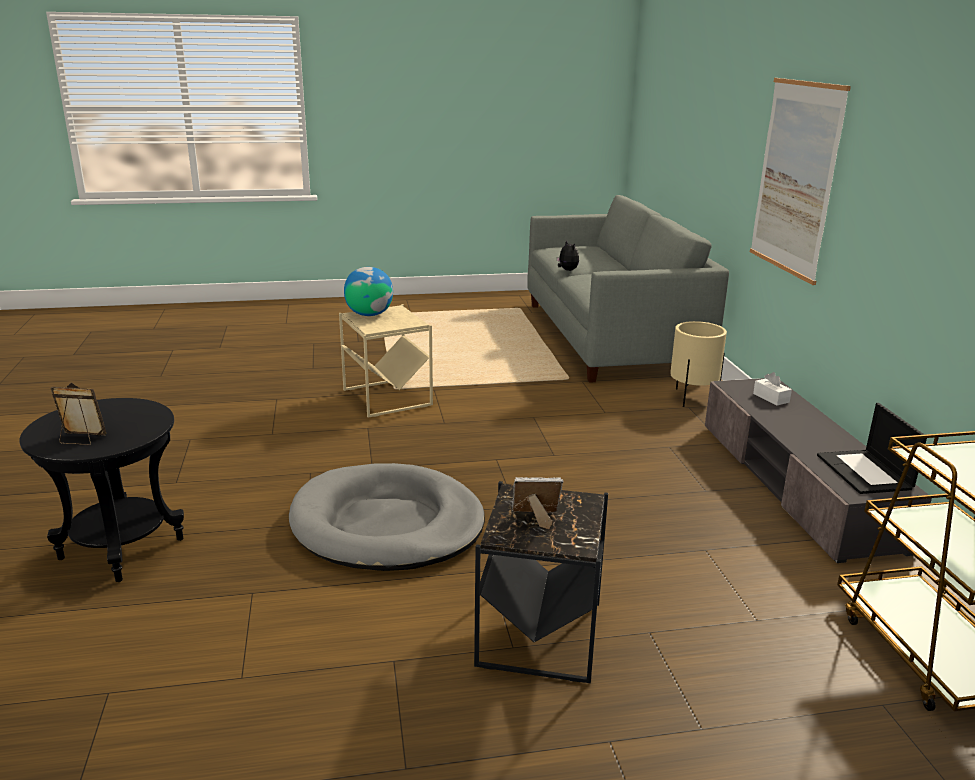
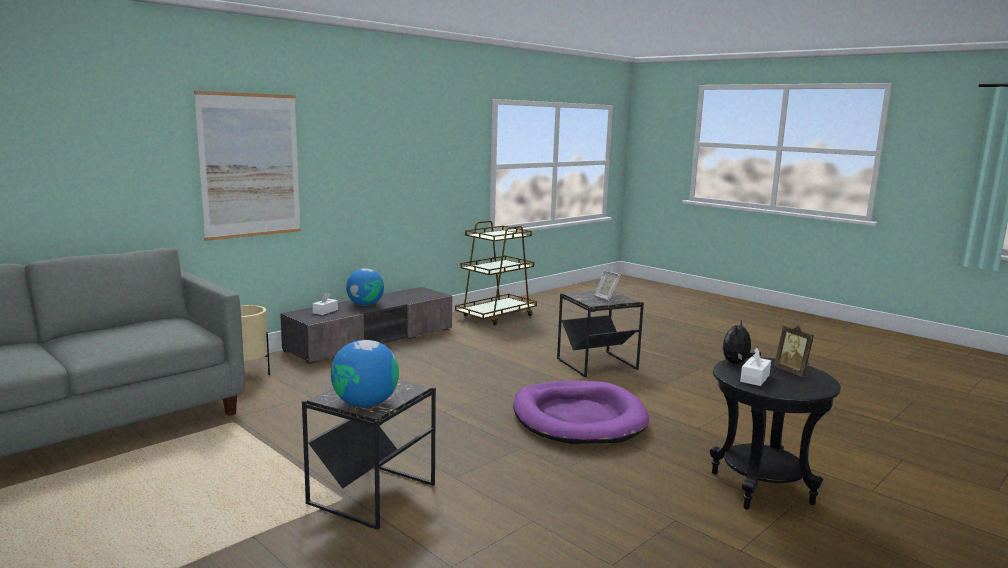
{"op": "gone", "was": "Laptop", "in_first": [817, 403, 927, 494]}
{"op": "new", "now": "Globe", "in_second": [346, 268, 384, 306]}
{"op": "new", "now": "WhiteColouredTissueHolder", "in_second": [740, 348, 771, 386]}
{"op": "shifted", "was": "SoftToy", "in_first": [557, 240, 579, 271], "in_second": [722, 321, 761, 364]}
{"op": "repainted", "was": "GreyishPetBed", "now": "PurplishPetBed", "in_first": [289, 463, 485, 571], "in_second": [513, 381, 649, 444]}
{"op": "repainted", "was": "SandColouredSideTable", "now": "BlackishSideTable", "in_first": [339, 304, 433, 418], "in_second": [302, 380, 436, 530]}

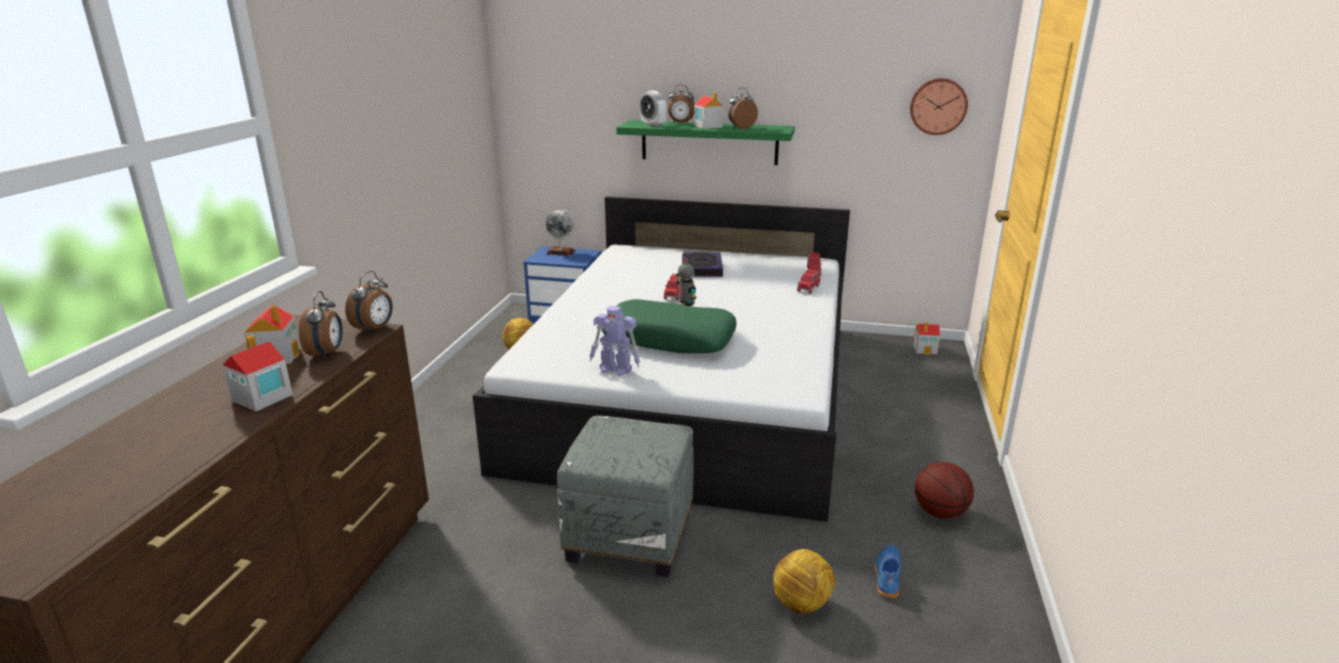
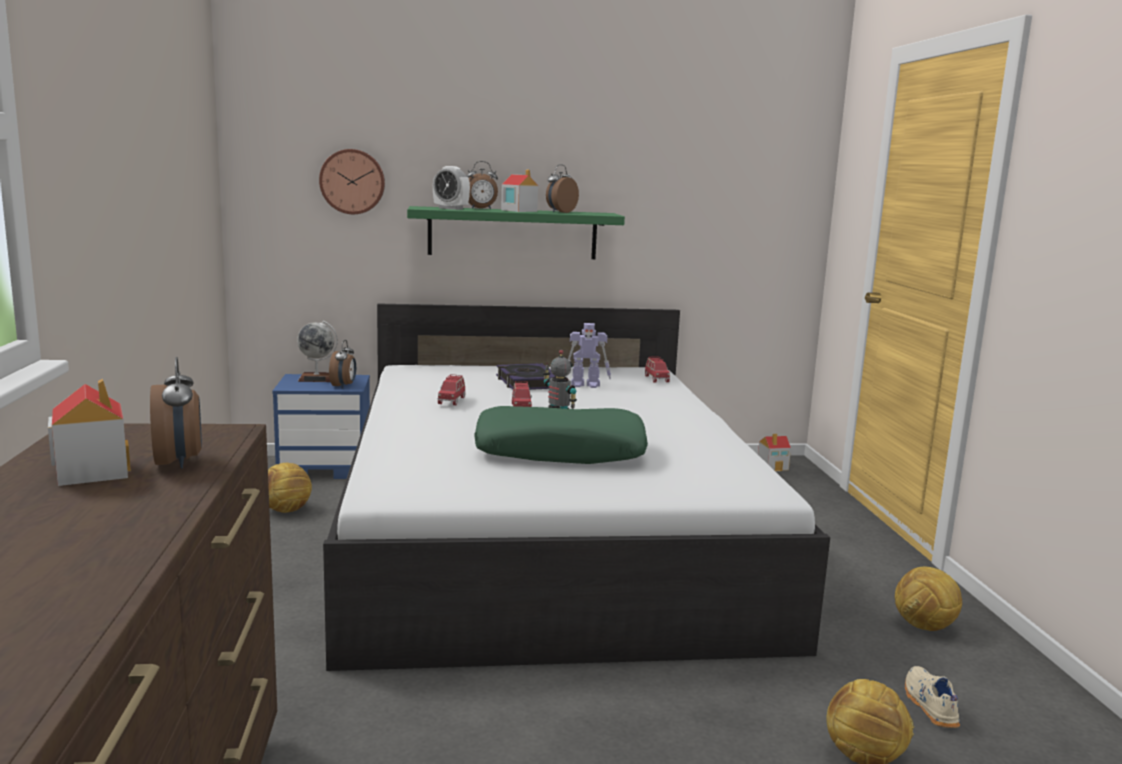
{"op": "gone", "was": "ModelHouse", "in_first": [223, 335, 293, 411]}
{"op": "gone", "was": "GreyishOttoman", "in_first": [557, 415, 694, 577]}
{"op": "shifted", "was": "AlarmClock", "in_first": [345, 271, 393, 334], "in_second": [329, 340, 356, 388]}
{"op": "shifted", "was": "ToyRobot", "in_first": [589, 306, 640, 376], "in_second": [568, 323, 611, 388]}
{"op": "shifted", "was": "RedModelCar", "in_first": [797, 268, 820, 294], "in_second": [438, 374, 465, 405]}
{"op": "shifted", "was": "WallClock", "in_first": [910, 78, 968, 135], "in_second": [319, 149, 385, 214]}
{"op": "swapped", "was": "BasketballBall", "now": "Football", "in_first": [915, 462, 974, 519], "in_second": [895, 567, 962, 631]}
{"op": "repainted", "was": "BluishShoe", "now": "SandColouredShoe", "in_first": [875, 545, 901, 598], "in_second": [905, 666, 960, 728]}

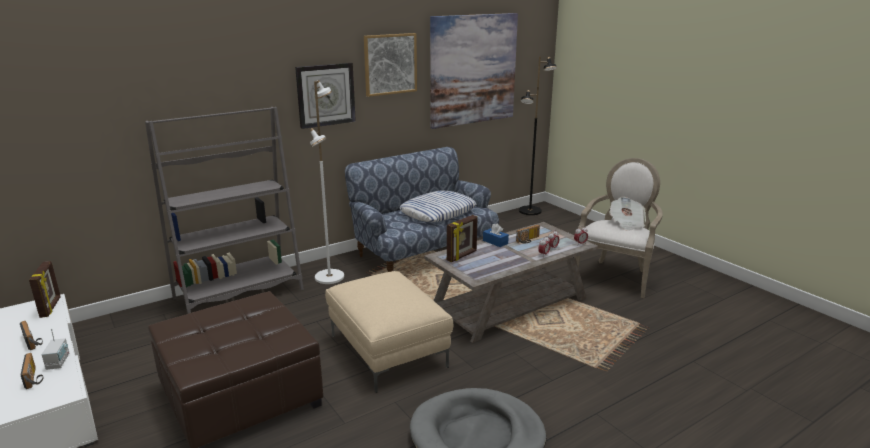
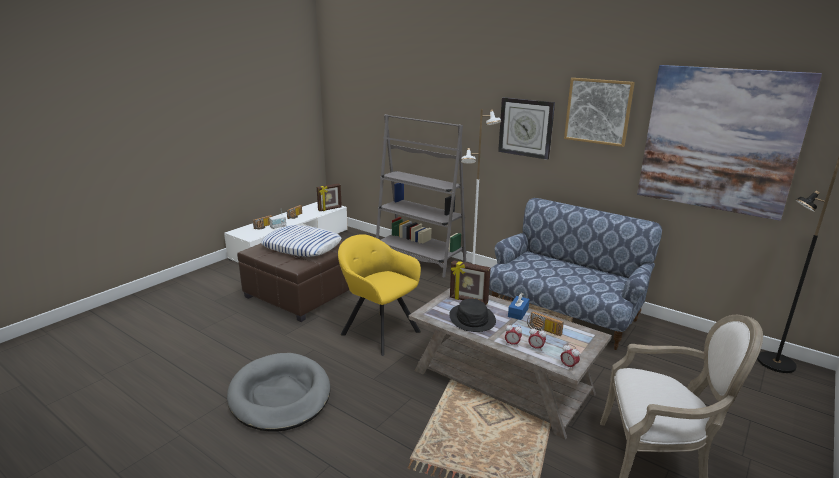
{"op": "gone", "was": "DailyPaper", "in_first": [609, 197, 646, 231]}
{"op": "new", "now": "BlackishWearableHat", "in_second": [449, 299, 496, 332]}
{"op": "shifted", "was": "Pillow", "in_first": [399, 190, 476, 222], "in_second": [261, 225, 341, 257]}
{"op": "swapped", "was": "SandColouredOttoman", "now": "YellowLoungeChair", "in_first": [325, 271, 453, 393], "in_second": [338, 234, 421, 356]}

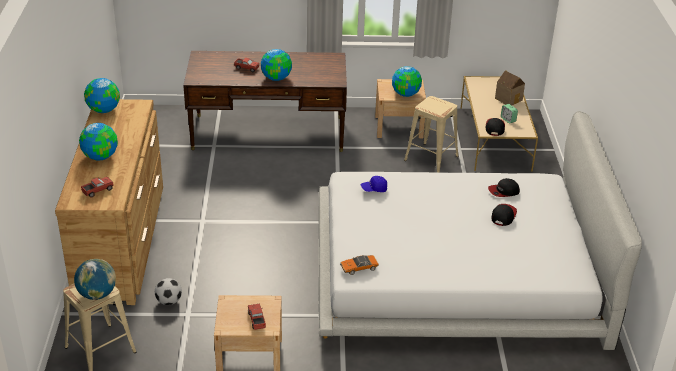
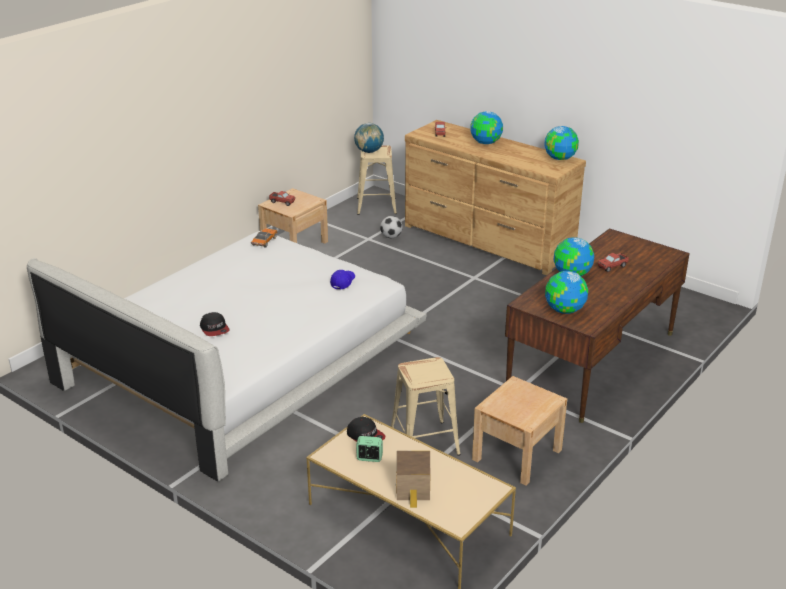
{"op": "gone", "was": "BaseballCap", "in_first": [488, 178, 520, 197]}
{"op": "shifted", "was": "Globe", "in_first": [392, 66, 422, 97], "in_second": [545, 271, 588, 314]}

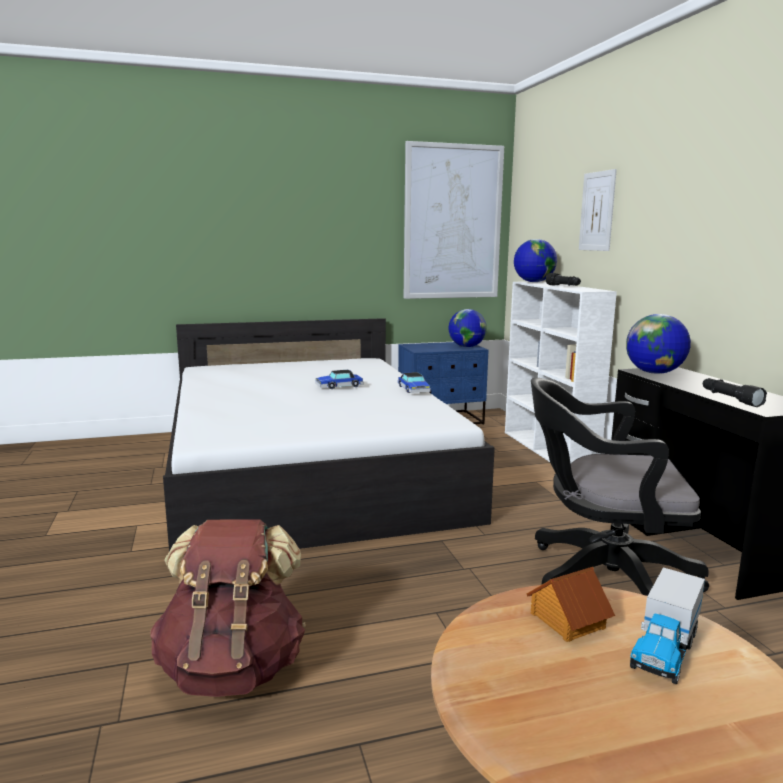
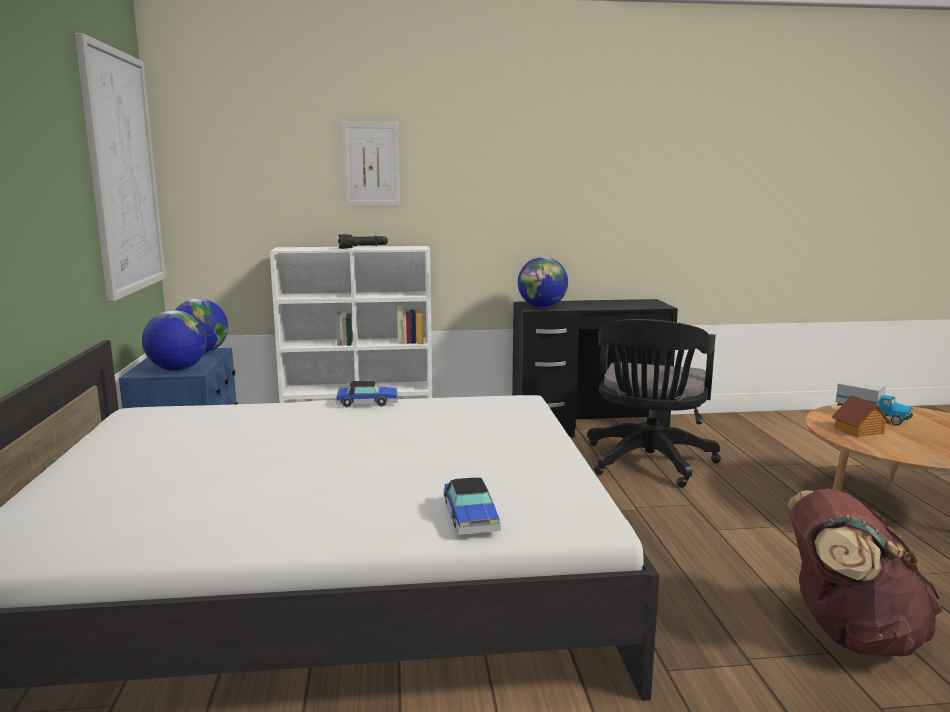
{"op": "gone", "was": "BlackishFlashlight", "in_first": [703, 378, 767, 407]}
{"op": "shifted", "was": "ModelCar", "in_first": [315, 370, 363, 389], "in_second": [444, 477, 501, 535]}
{"op": "shifted", "was": "Globe", "in_first": [514, 239, 557, 282], "in_second": [142, 310, 207, 371]}

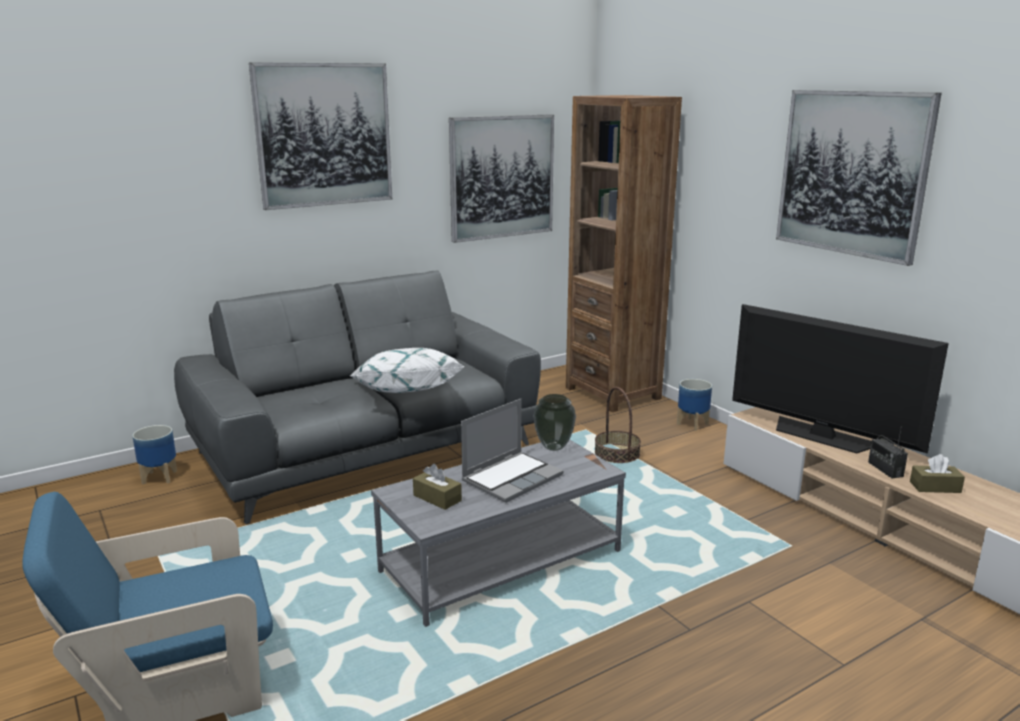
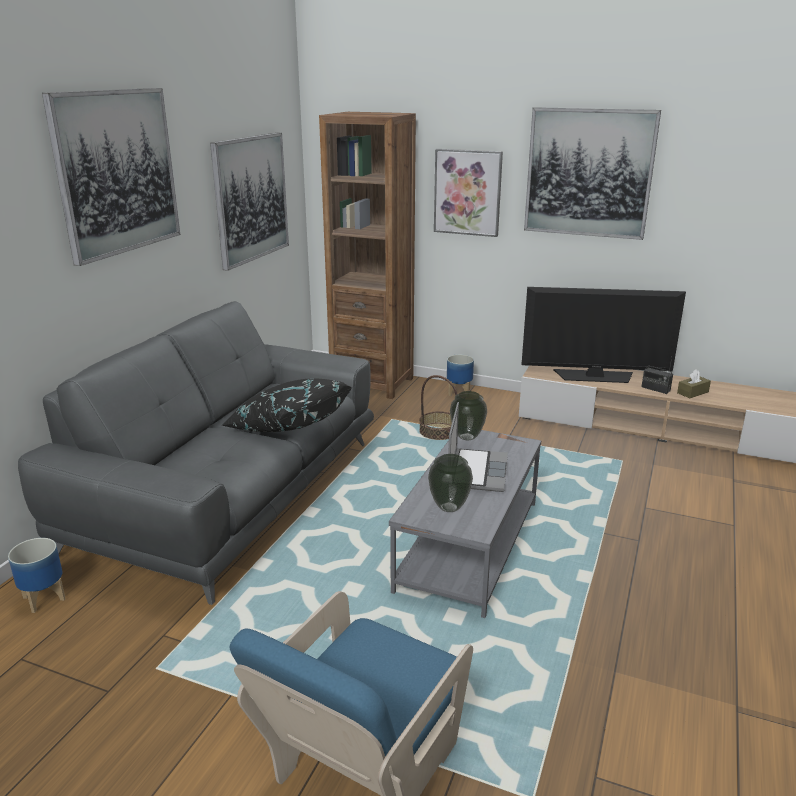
{"op": "new", "now": "WallPicture", "in_second": [434, 149, 503, 237]}
{"op": "swapped", "was": "BrownColouredTissueHolder", "now": "FlowerVase", "in_first": [413, 464, 462, 510], "in_second": [428, 454, 473, 512]}
{"op": "repainted", "was": "WhiteColouredPillow", "now": "BlackishPillow", "in_first": [350, 348, 465, 393], "in_second": [221, 378, 352, 432]}

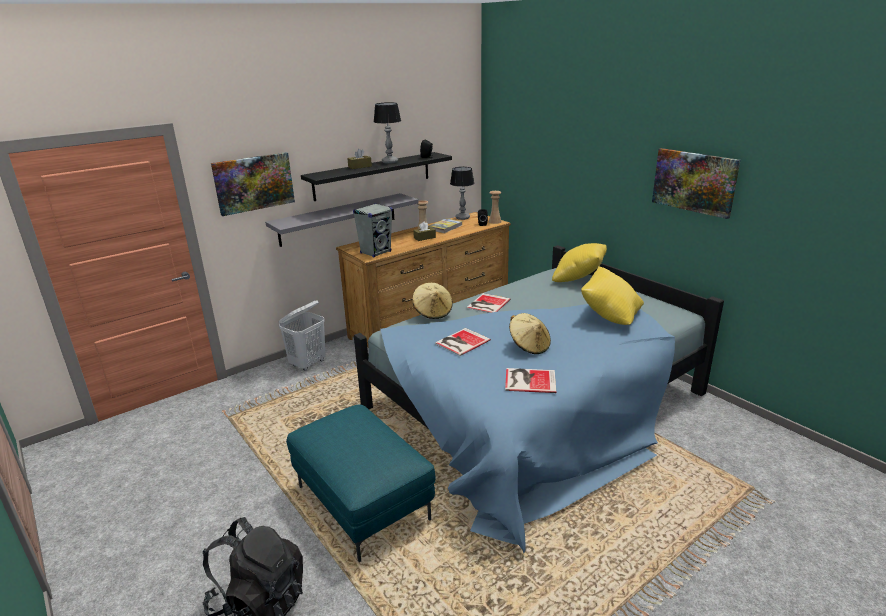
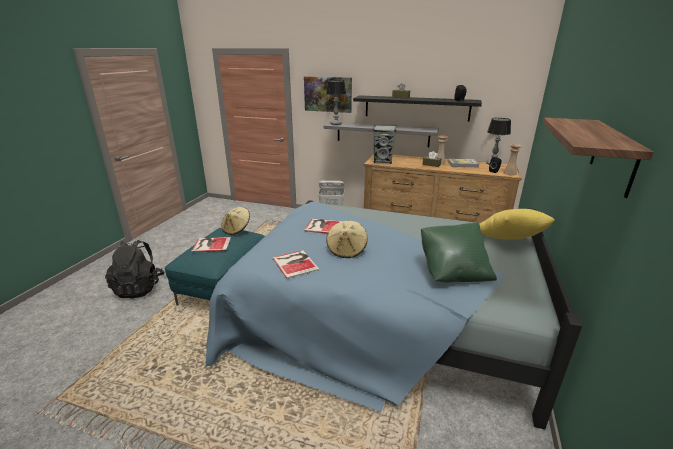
{"op": "shifted", "was": "LampForATable", "in_first": [374, 102, 401, 164], "in_second": [326, 80, 346, 125]}
{"op": "shifted", "was": "SandColouredWearableHat", "in_first": [412, 283, 453, 319], "in_second": [221, 207, 250, 235]}
{"op": "shifted", "was": "Book", "in_first": [466, 293, 510, 313], "in_second": [192, 237, 231, 252]}
{"op": "swapped", "was": "WallPicture", "now": "WallShelf", "in_first": [652, 148, 741, 219], "in_second": [543, 118, 654, 198]}
{"op": "repainted", "was": "YellowPillow", "now": "GreenColouredPillow", "in_first": [581, 266, 644, 325], "in_second": [421, 222, 497, 282]}

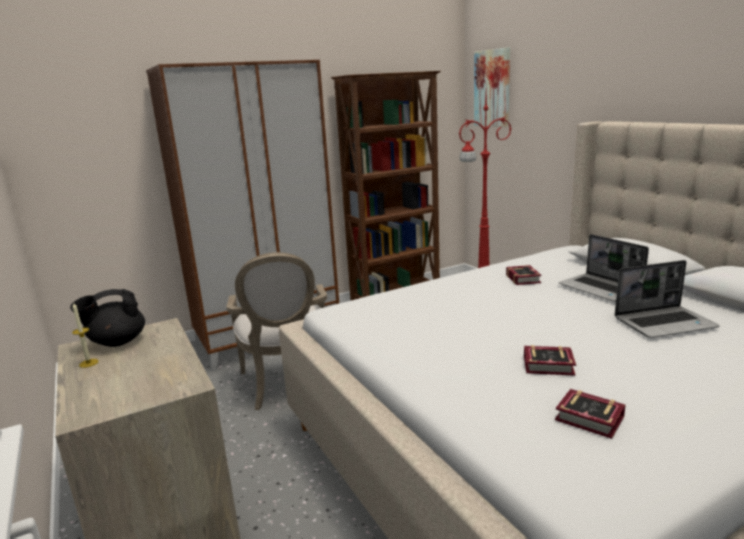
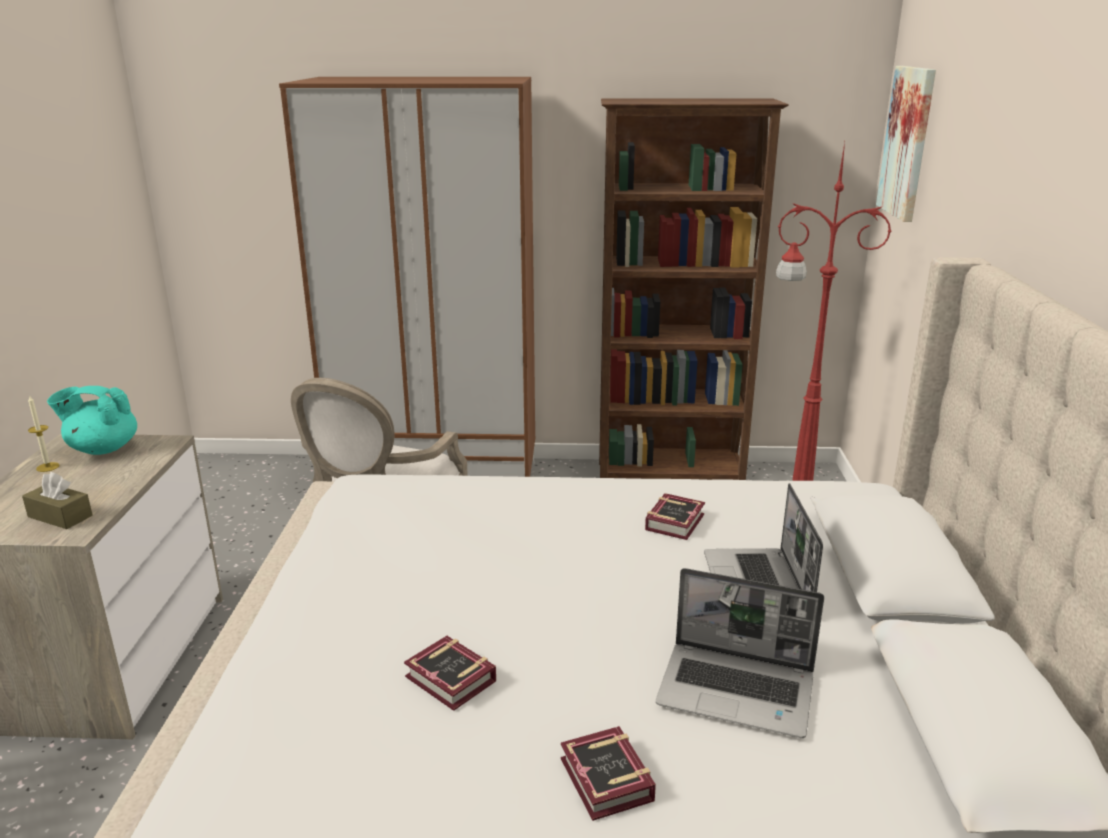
{"op": "new", "now": "BrownColouredTissueHolder", "in_second": [22, 472, 93, 529]}
{"op": "shifted", "was": "Book", "in_first": [555, 389, 625, 439], "in_second": [561, 726, 656, 821]}
{"op": "repainted", "was": "BlackishTeapot", "now": "TurquoiseTeapot", "in_first": [70, 289, 145, 347], "in_second": [47, 386, 137, 455]}

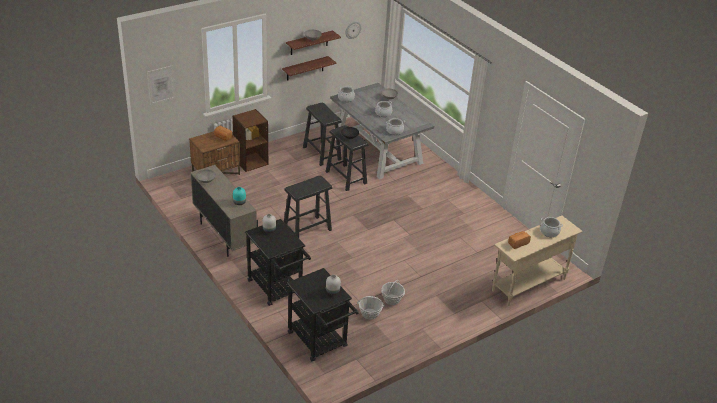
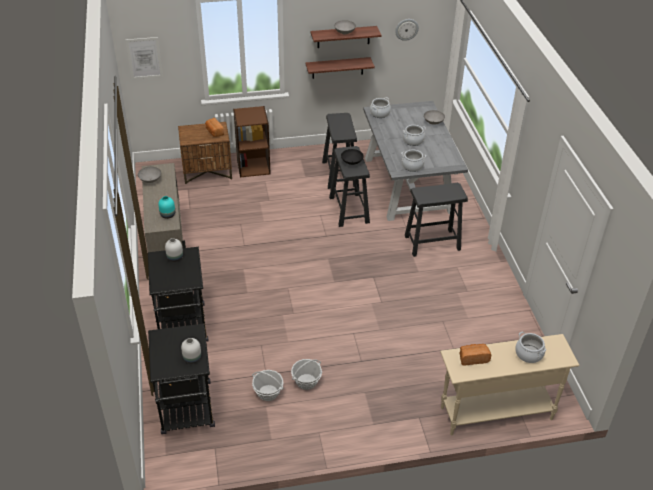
{"op": "shifted", "was": "BlackishStool", "in_first": [284, 176, 332, 238], "in_second": [405, 183, 468, 257]}

